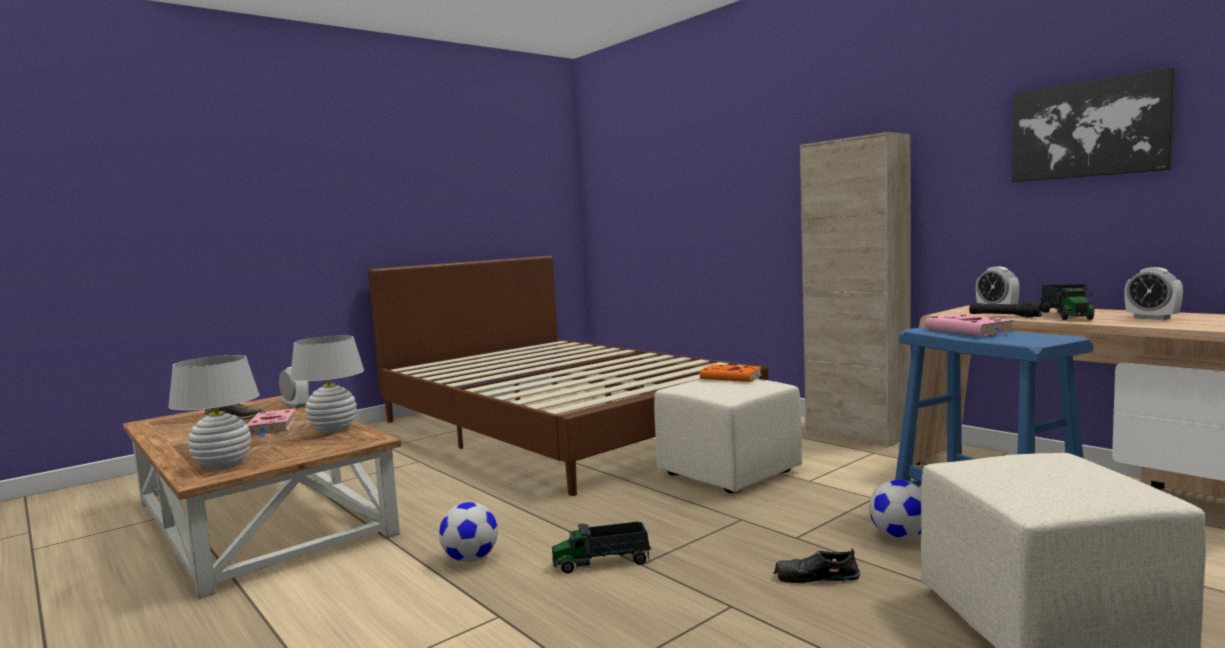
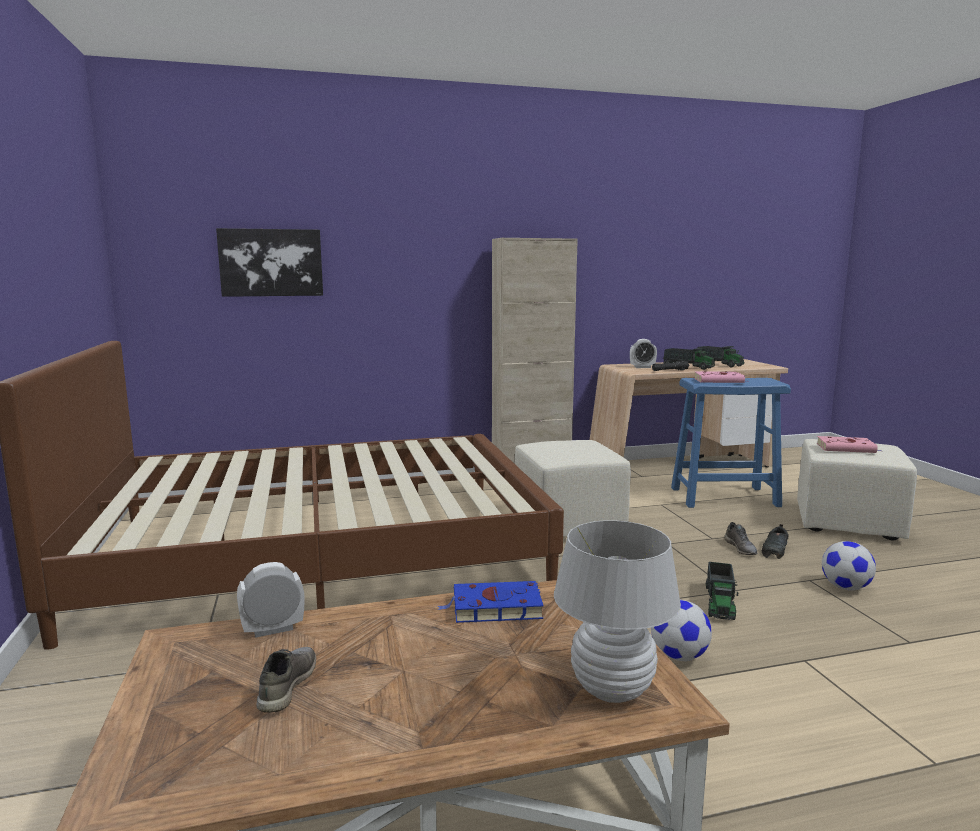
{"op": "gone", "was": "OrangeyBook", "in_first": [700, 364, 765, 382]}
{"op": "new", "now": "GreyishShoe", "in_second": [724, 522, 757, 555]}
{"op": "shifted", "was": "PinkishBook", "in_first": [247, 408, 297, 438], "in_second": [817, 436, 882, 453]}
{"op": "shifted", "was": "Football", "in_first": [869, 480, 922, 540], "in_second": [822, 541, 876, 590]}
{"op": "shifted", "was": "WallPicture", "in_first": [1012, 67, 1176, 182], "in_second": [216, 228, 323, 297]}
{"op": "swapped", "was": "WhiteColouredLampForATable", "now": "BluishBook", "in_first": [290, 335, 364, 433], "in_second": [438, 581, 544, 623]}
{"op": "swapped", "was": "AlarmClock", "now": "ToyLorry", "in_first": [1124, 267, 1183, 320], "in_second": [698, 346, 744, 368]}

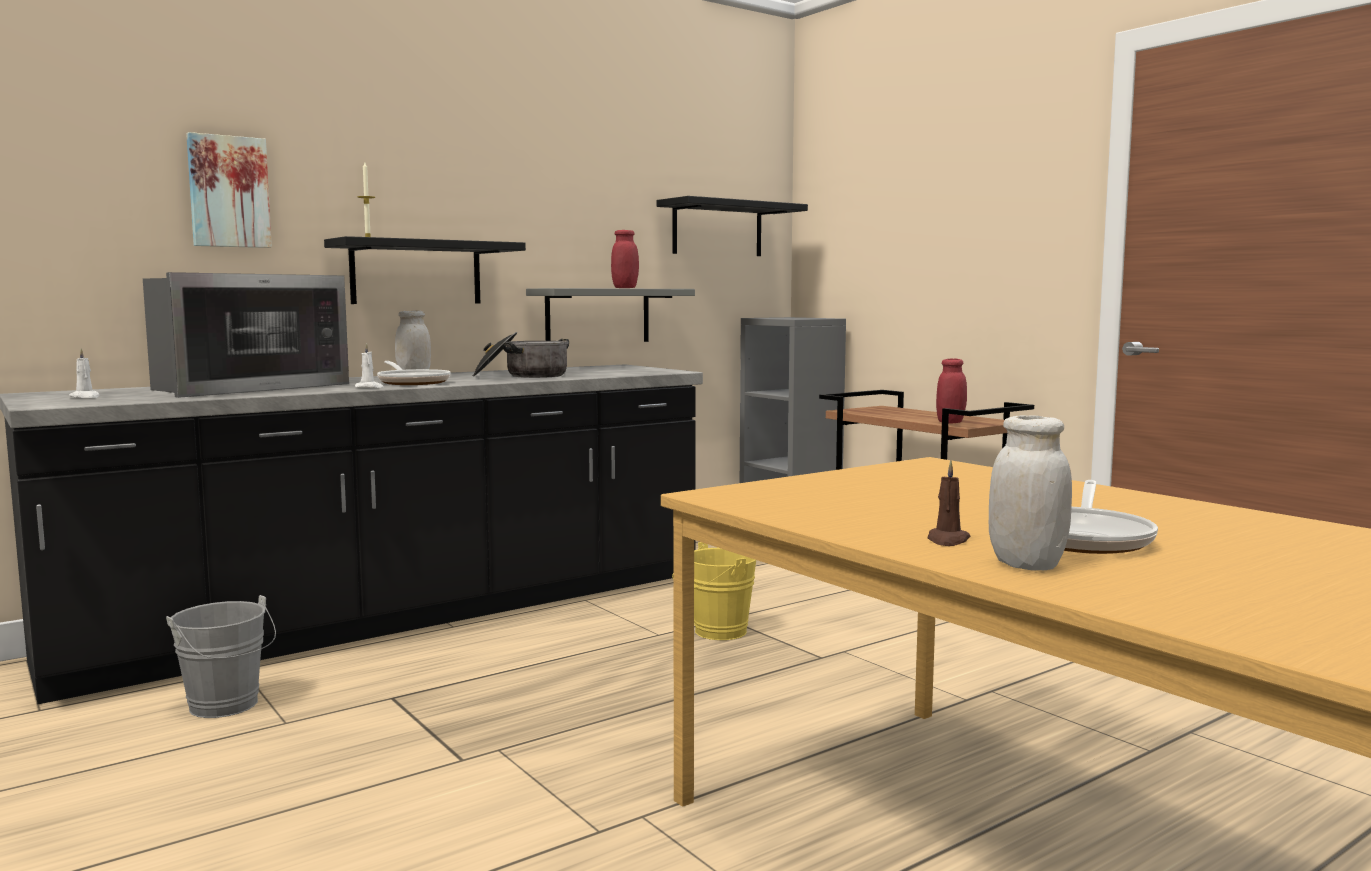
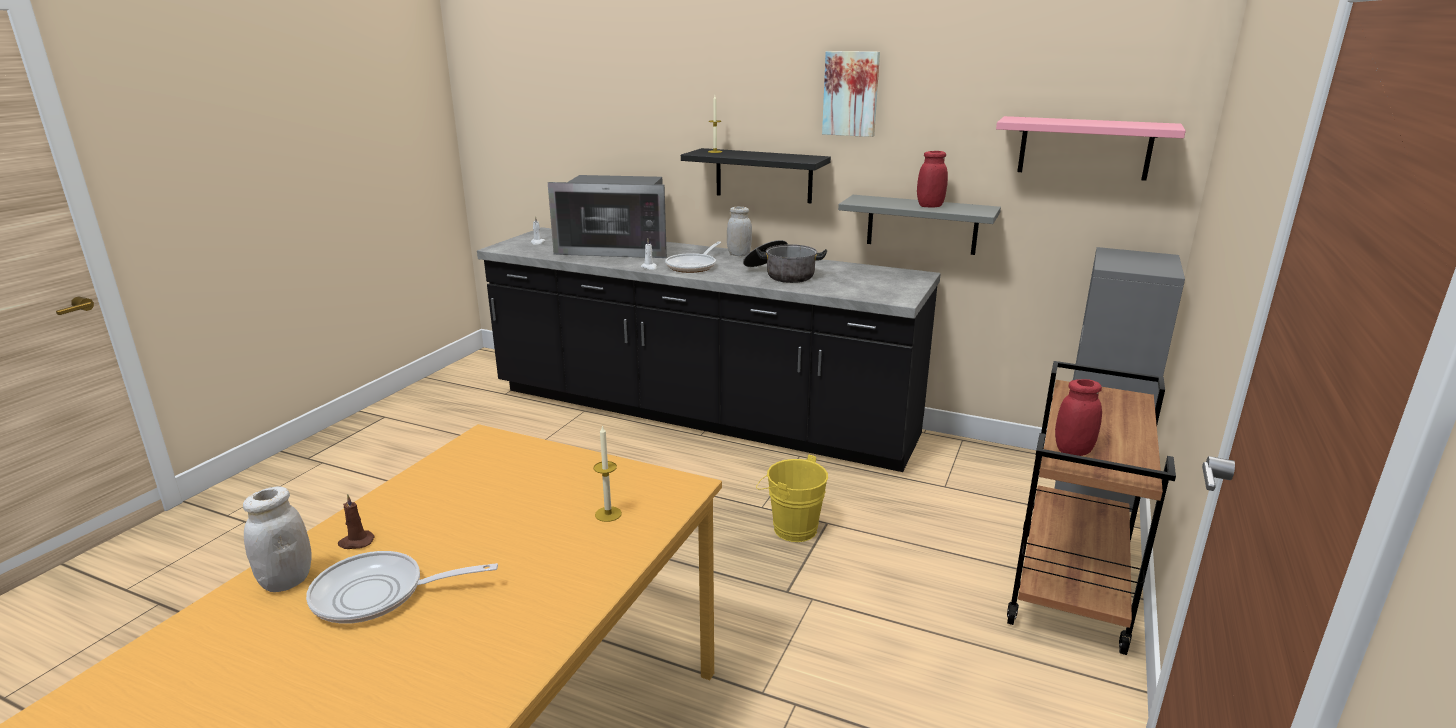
{"op": "gone", "was": "GreyishBucket", "in_first": [166, 595, 276, 718]}
{"op": "new", "now": "Candle", "in_second": [593, 425, 622, 522]}
{"op": "shifted", "was": "WallPicture", "in_first": [186, 132, 272, 248], "in_second": [822, 51, 880, 137]}
{"op": "repainted", "was": "BlackishWallShelf", "now": "PinkishWallShelf", "in_first": [657, 196, 808, 256], "in_second": [996, 116, 1186, 181]}

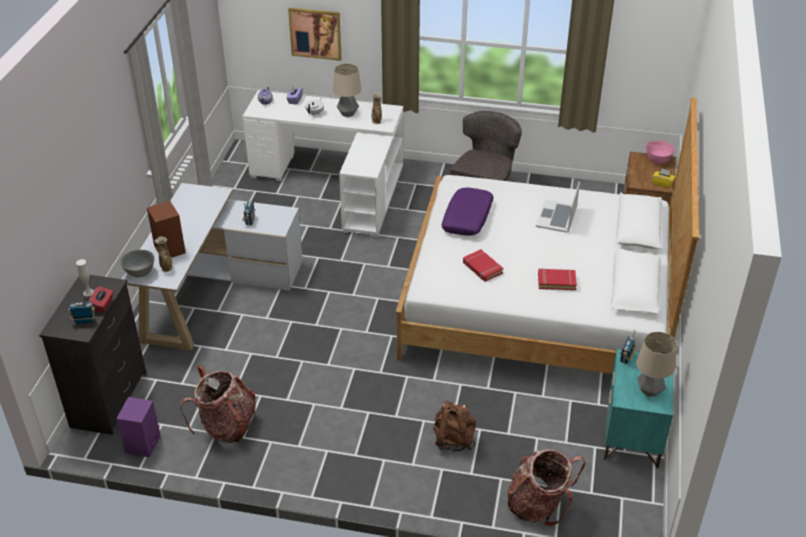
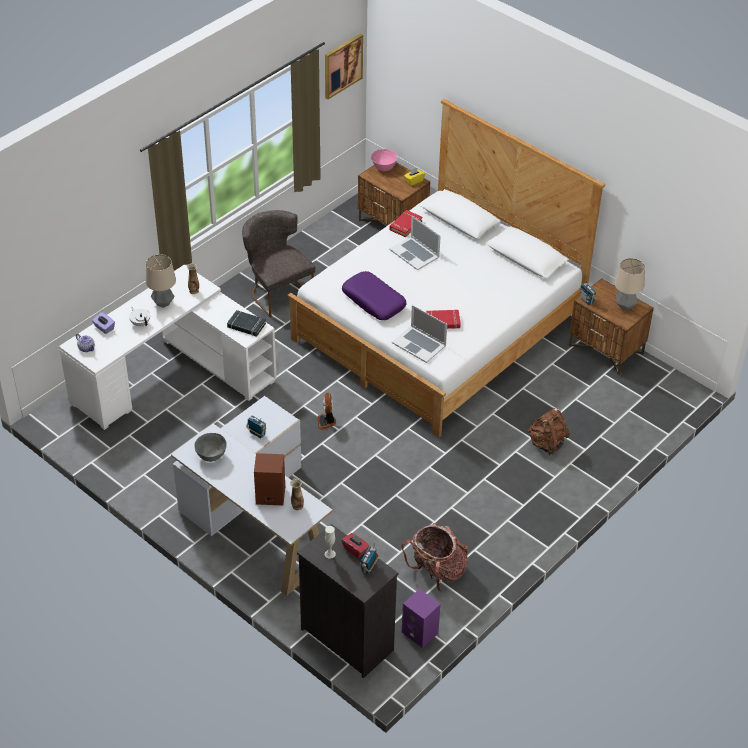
{"op": "gone", "was": "Knapsack", "in_first": [507, 449, 585, 526]}
{"op": "new", "now": "BlackishBook", "in_second": [227, 310, 266, 337]}
{"op": "new", "now": "Fan", "in_second": [318, 393, 336, 430]}
{"op": "new", "now": "Laptop", "in_second": [392, 305, 447, 363]}
{"op": "shifted", "was": "GreyishBowl", "in_first": [120, 250, 154, 277], "in_second": [194, 433, 227, 462]}
{"op": "shifted", "was": "WallPicture", "in_first": [288, 8, 341, 61], "in_second": [325, 34, 363, 99]}
{"op": "shifted", "was": "RedBook", "in_first": [538, 268, 577, 290], "in_second": [390, 210, 423, 237]}
{"op": "repainted", "was": "TurquoiseBedsideTable", "now": "BrownColouredBedsideTable", "in_first": [604, 349, 673, 469], "in_second": [569, 278, 654, 376]}

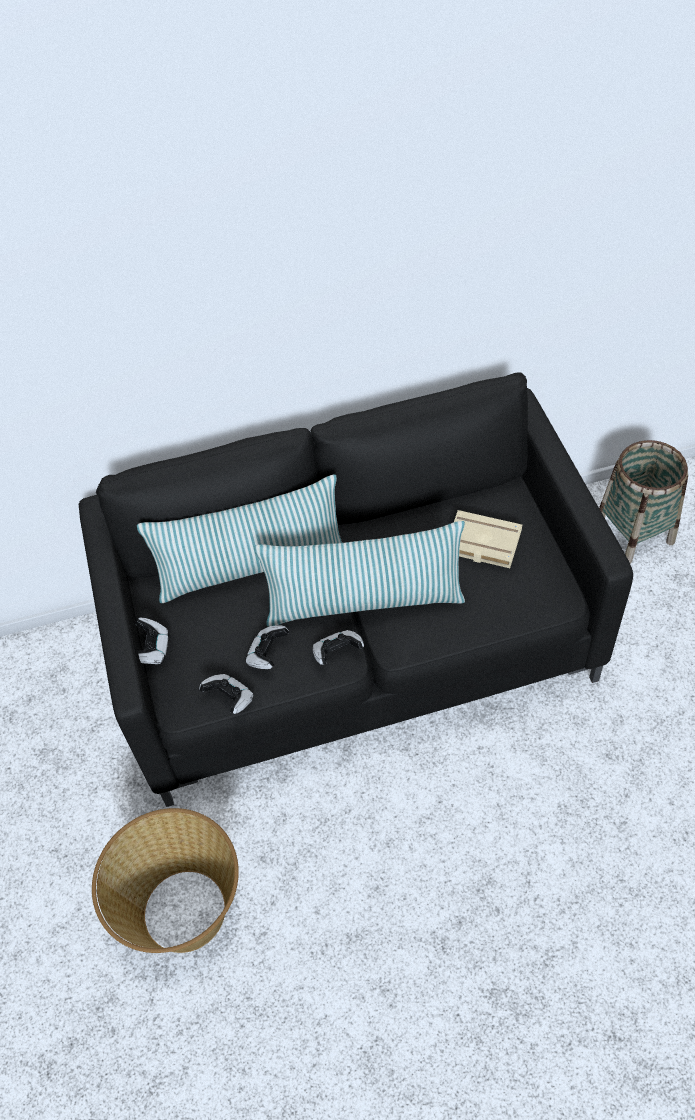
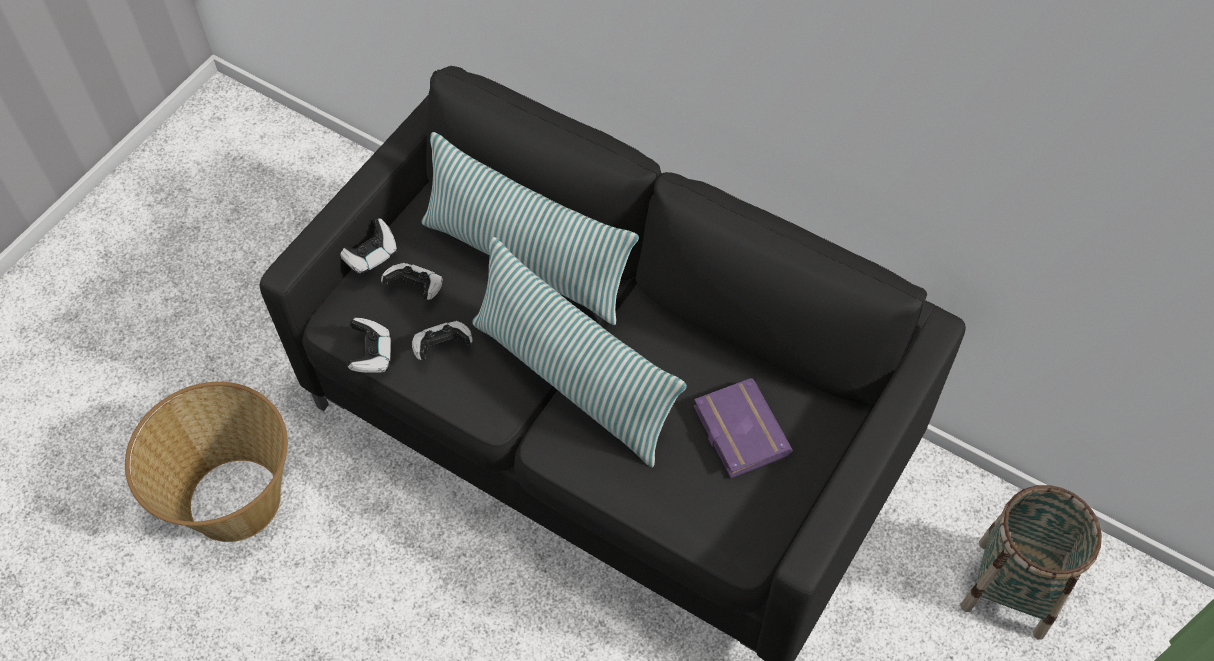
{"op": "shifted", "was": "Joypad", "in_first": [312, 630, 364, 665], "in_second": [381, 263, 443, 300]}
{"op": "repainted", "was": "SandColouredBook", "now": "PurplishBook", "in_first": [454, 510, 522, 568], "in_second": [694, 378, 793, 478]}

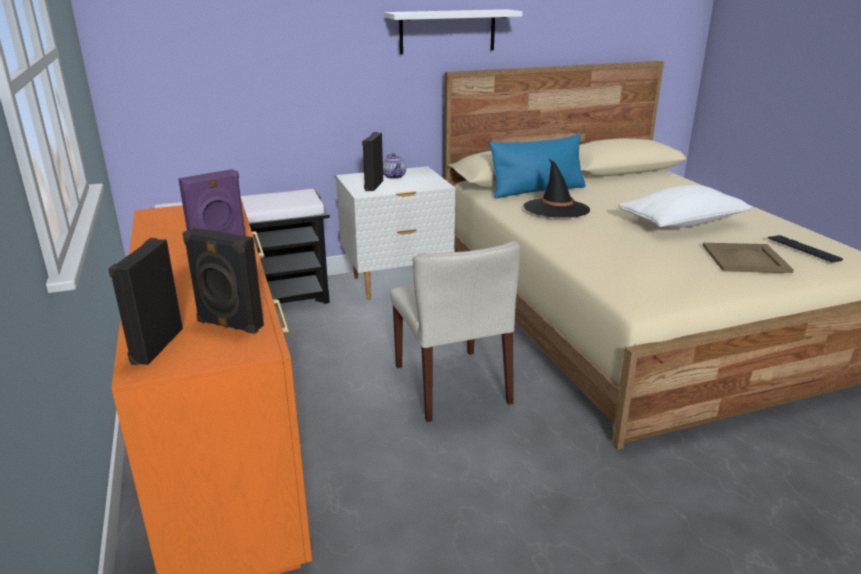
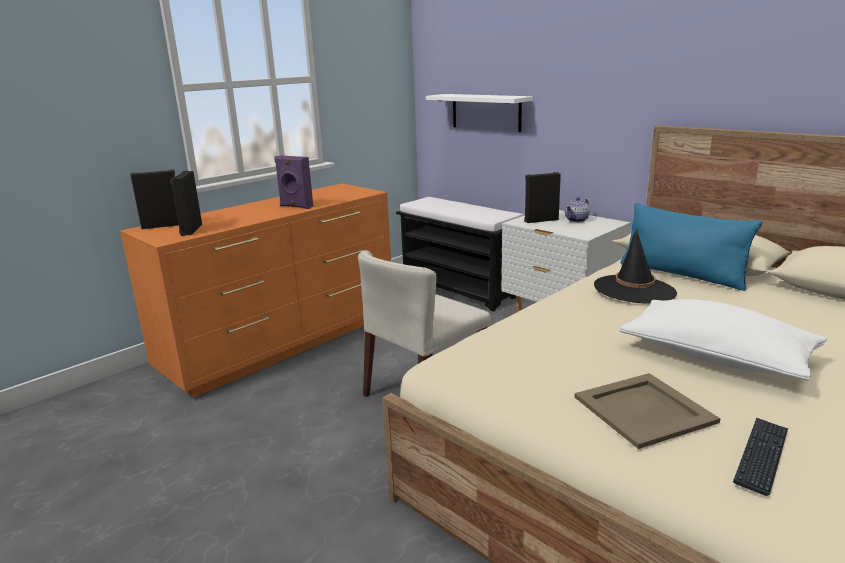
{"op": "shifted", "was": "WhiteColouredWallShelf", "in_first": [385, 9, 523, 54], "in_second": [426, 94, 533, 132]}

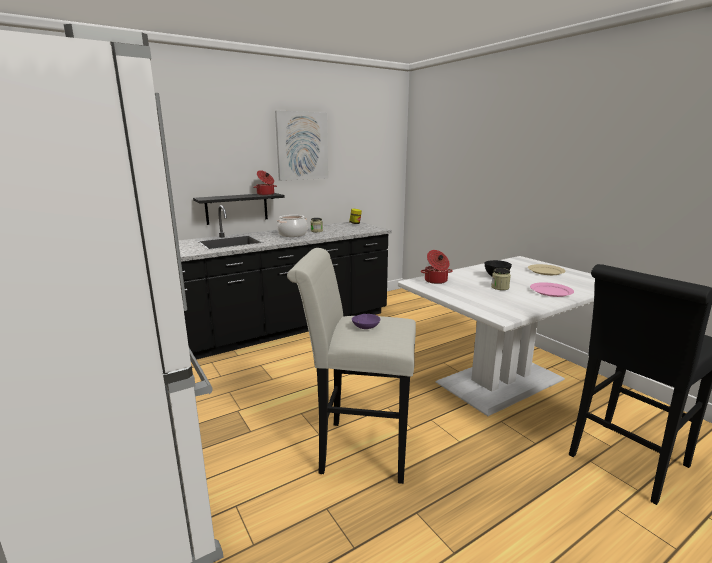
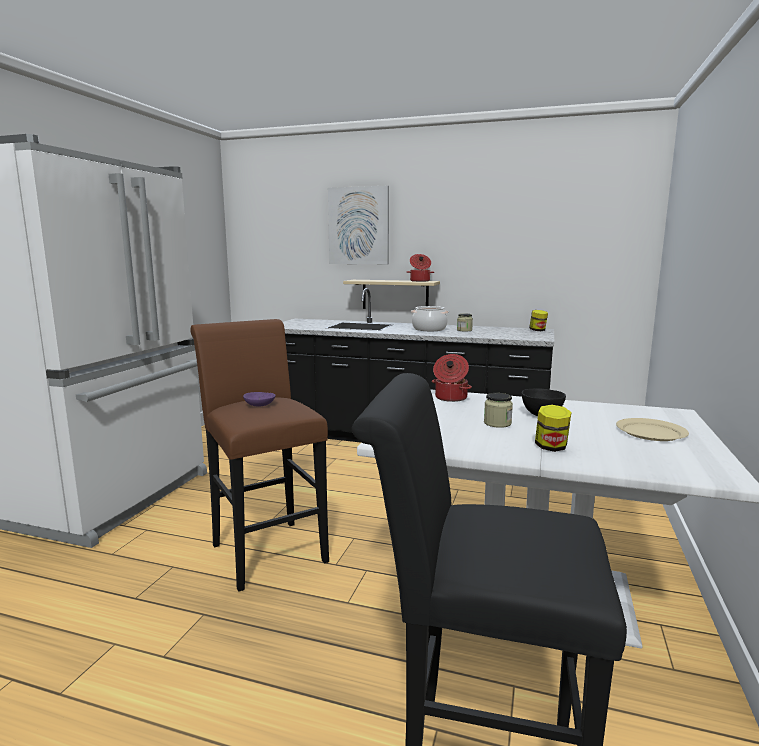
{"op": "shifted", "was": "WallPicture", "in_first": [275, 110, 328, 181], "in_second": [328, 186, 389, 264]}
{"op": "swapped", "was": "PinkishPlate", "now": "StorageJar", "in_first": [530, 282, 574, 297], "in_second": [535, 404, 572, 452]}
{"op": "repainted", "was": "BlackishWallShelf", "now": "SandColouredWallShelf", "in_first": [193, 193, 285, 225], "in_second": [343, 280, 440, 309]}
{"op": "repainted", "was": "WhiteColouredStool", "now": "BrownColouredStool", "in_first": [287, 248, 416, 484], "in_second": [190, 319, 329, 592]}

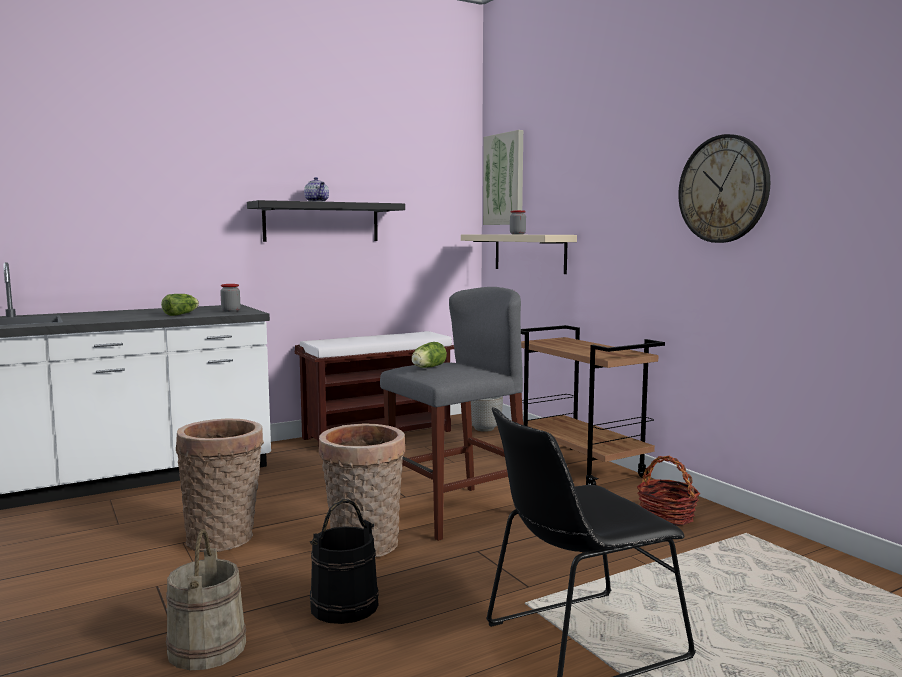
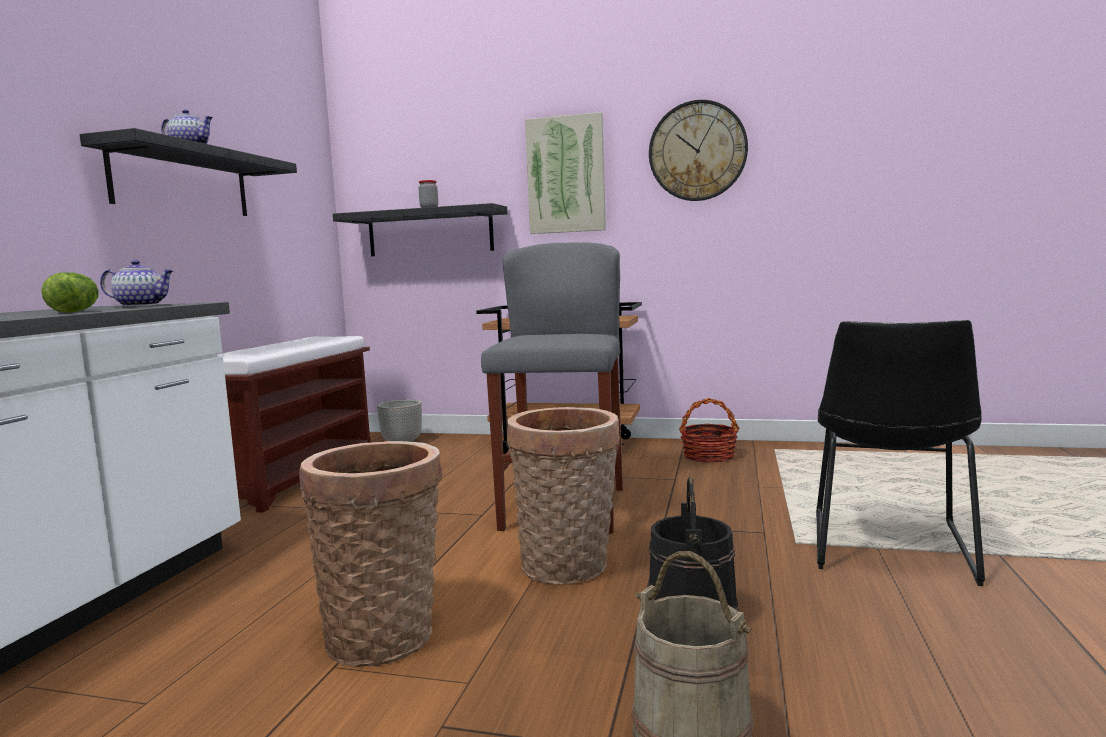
{"op": "gone", "was": "Lettuce", "in_first": [411, 342, 447, 368]}
{"op": "shifted", "was": "WallPicture", "in_first": [483, 130, 523, 225], "in_second": [525, 112, 606, 234]}
{"op": "swapped", "was": "StorageJar", "now": "Teapot", "in_first": [220, 284, 240, 312], "in_second": [100, 260, 174, 307]}
{"op": "repainted", "was": "SandColouredWallShelf", "now": "BlackishWallShelf", "in_first": [461, 234, 577, 274], "in_second": [333, 203, 507, 256]}

